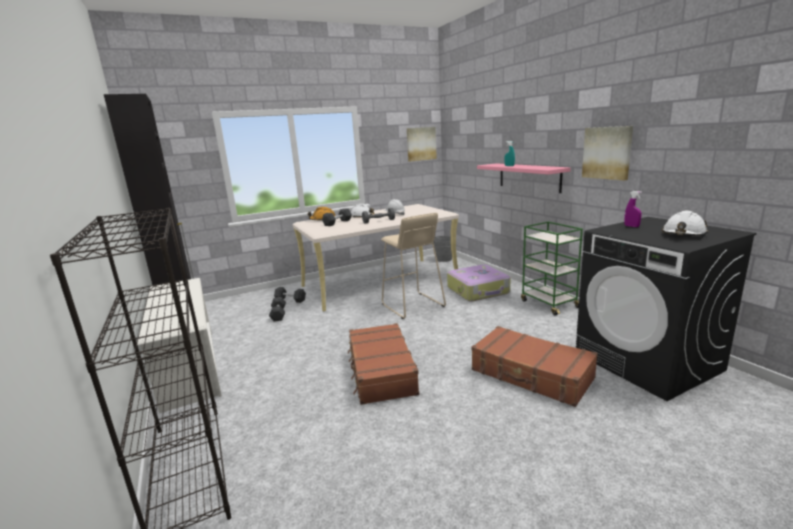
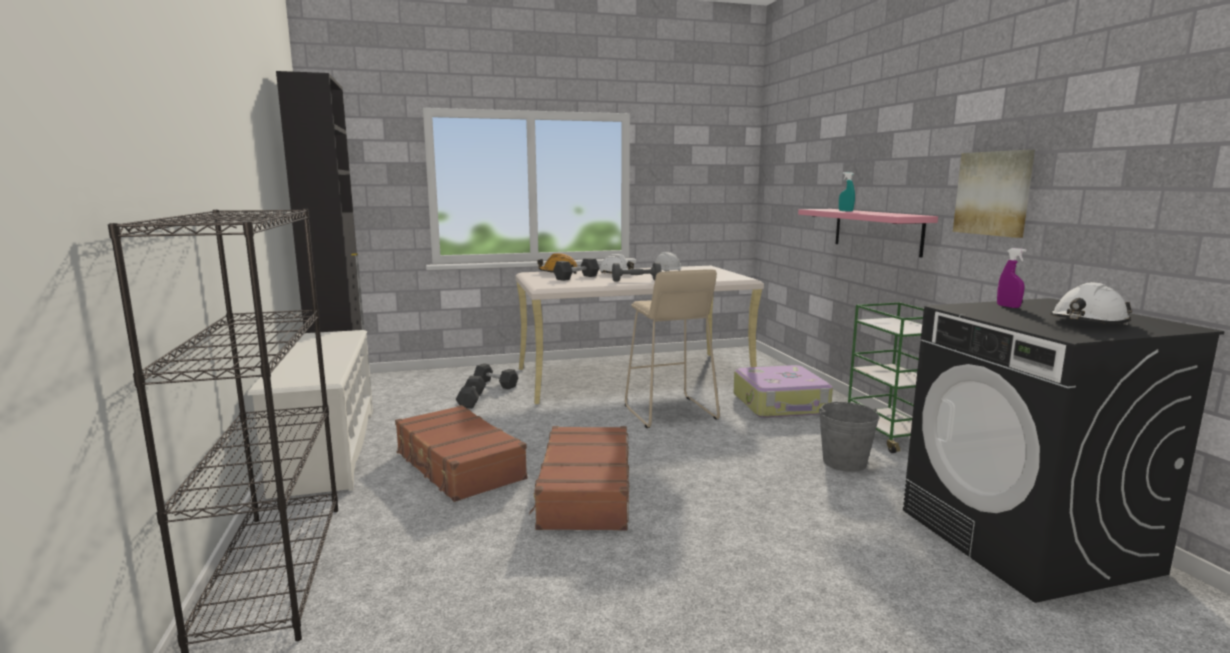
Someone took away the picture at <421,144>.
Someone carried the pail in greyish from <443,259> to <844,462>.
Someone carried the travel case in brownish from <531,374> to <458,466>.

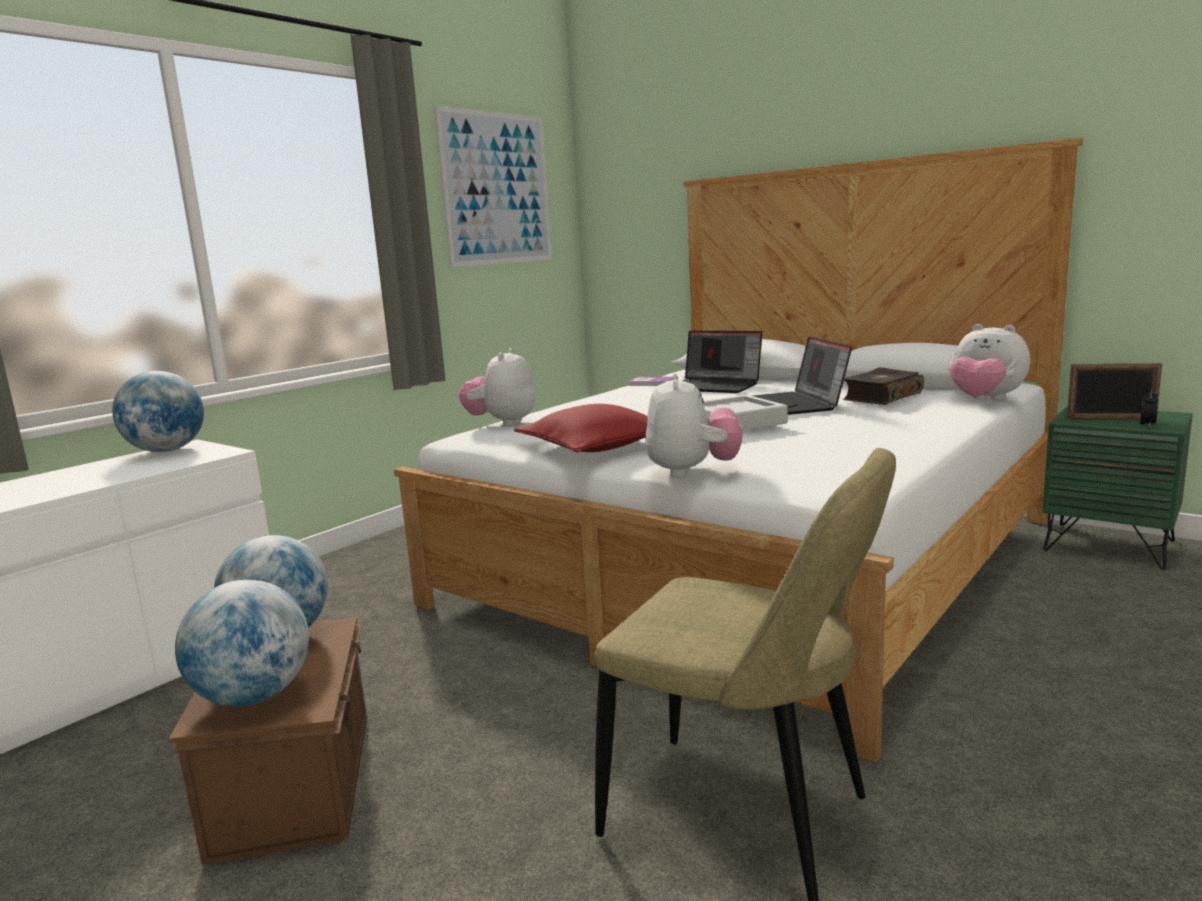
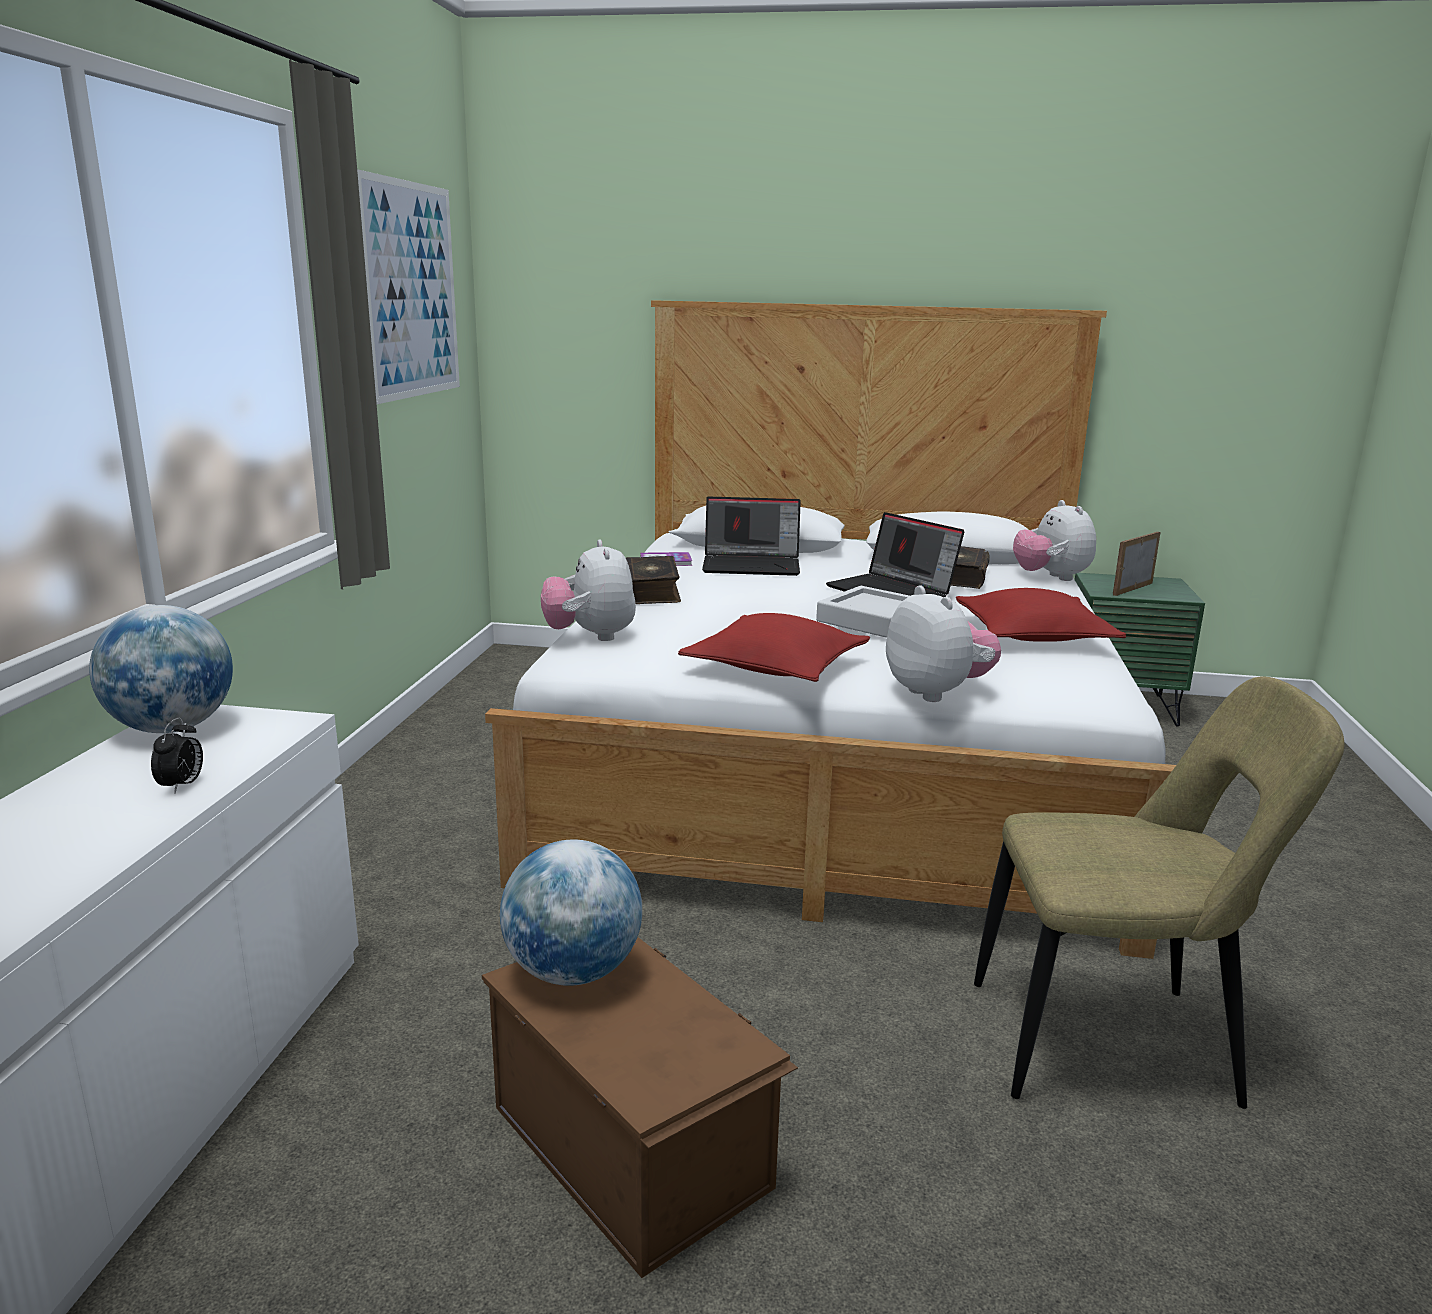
Someone took away the desk globe at <253,697>.
Someone rotated the soft toy at <985,400> by 60 degrees clockwise.
Someone rotated the photo frame at <1110,419> by 150 degrees clockwise.
Someone carried the bedside clock from <1147,425> to <182,786>.
Someone put down the book at <650,592>.
Someone put down the throw pillow in red-coloured at <1033,635>.

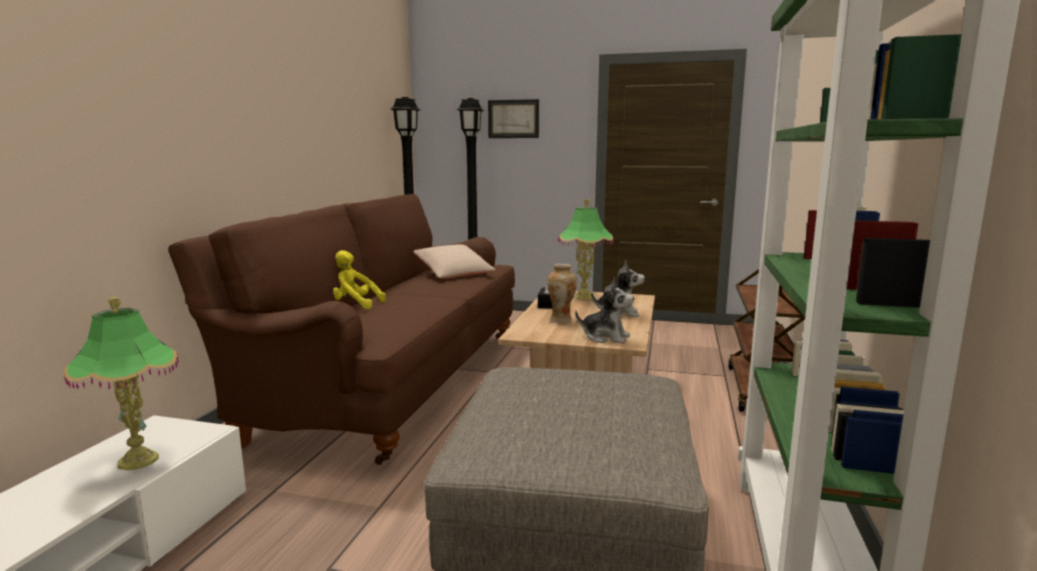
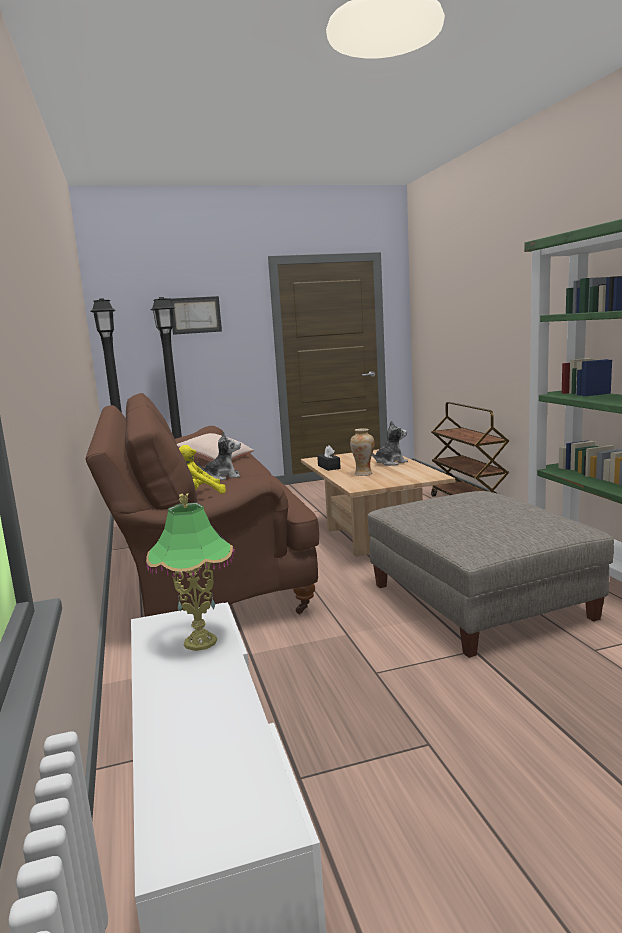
Someone took away the table lamp at <583,297>.
Someone carried the soft toy from <605,337> to <223,477>.

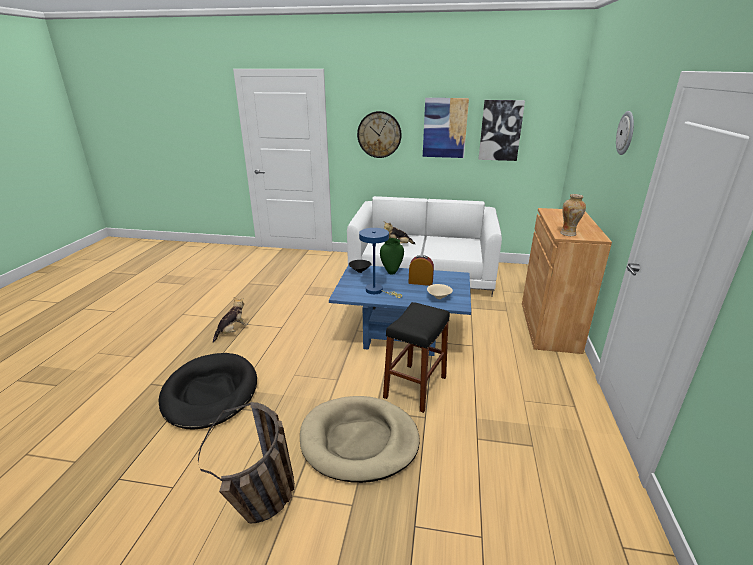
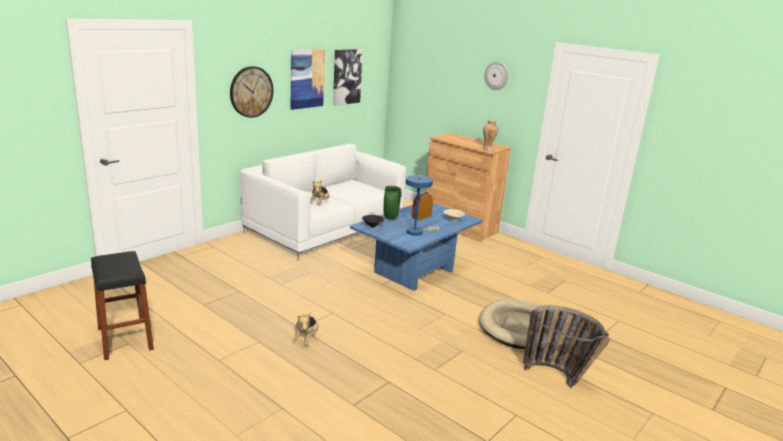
Someone took away the dog bed in blackish at <210,393>.
Someone rotated the soft toy at <232,332> by 150 degrees counterclockwise.
Someone carried the sitting stool in blackish from <415,387> to <125,339>.

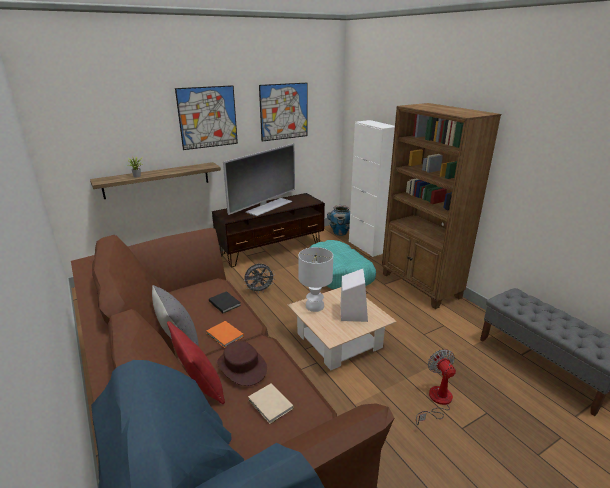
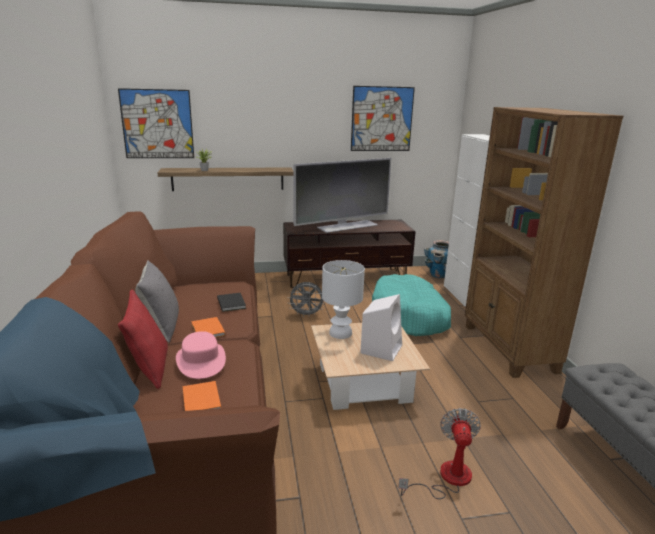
Someone carried the picture from <208,117> to <157,124>.
Someone repainted the clothing hat in brownish at <241,367>, which became the clothing hat in pinkish at <201,361>.
Someone repainted the book in beige-coloured at <270,405>, which became the book in orange at <200,401>.

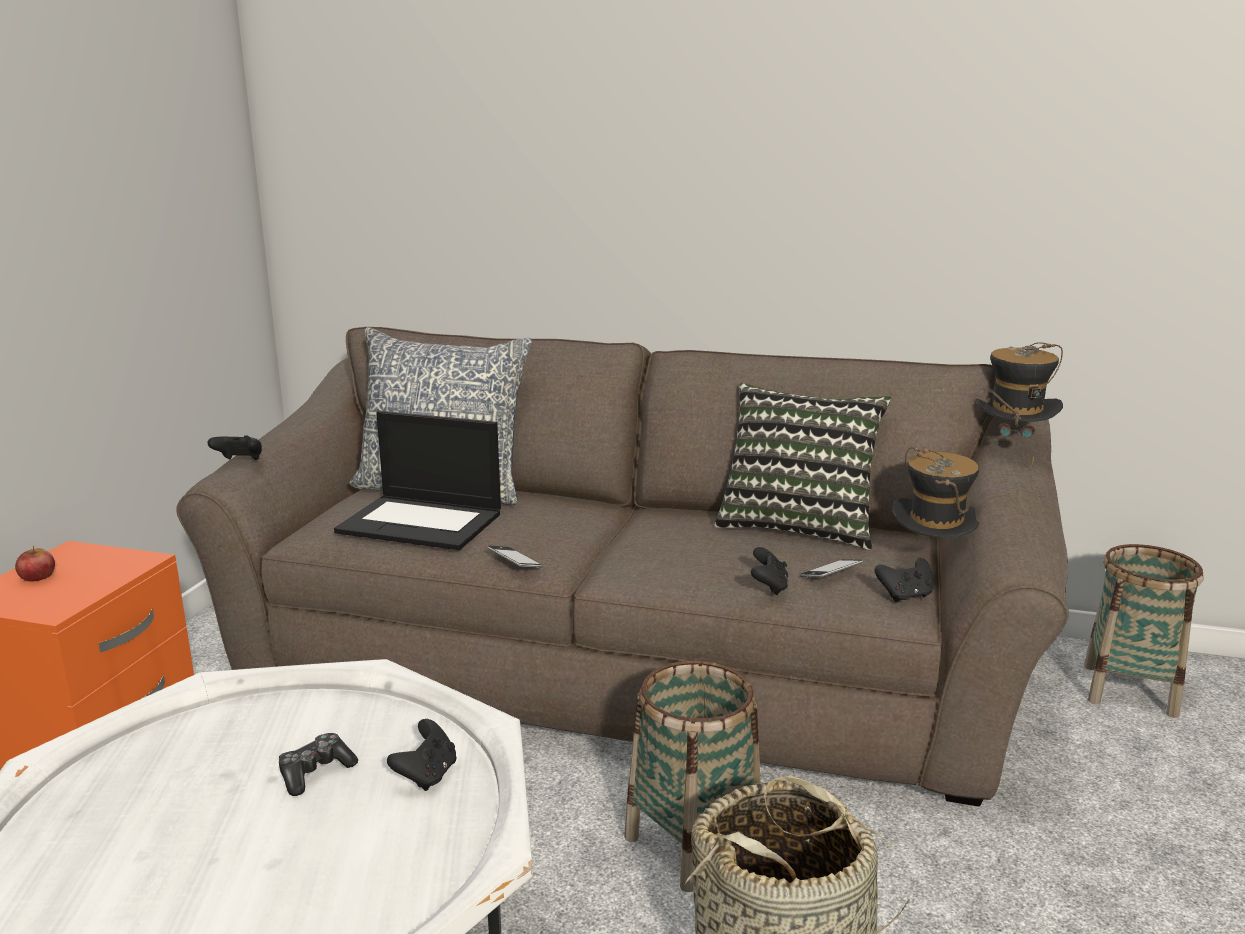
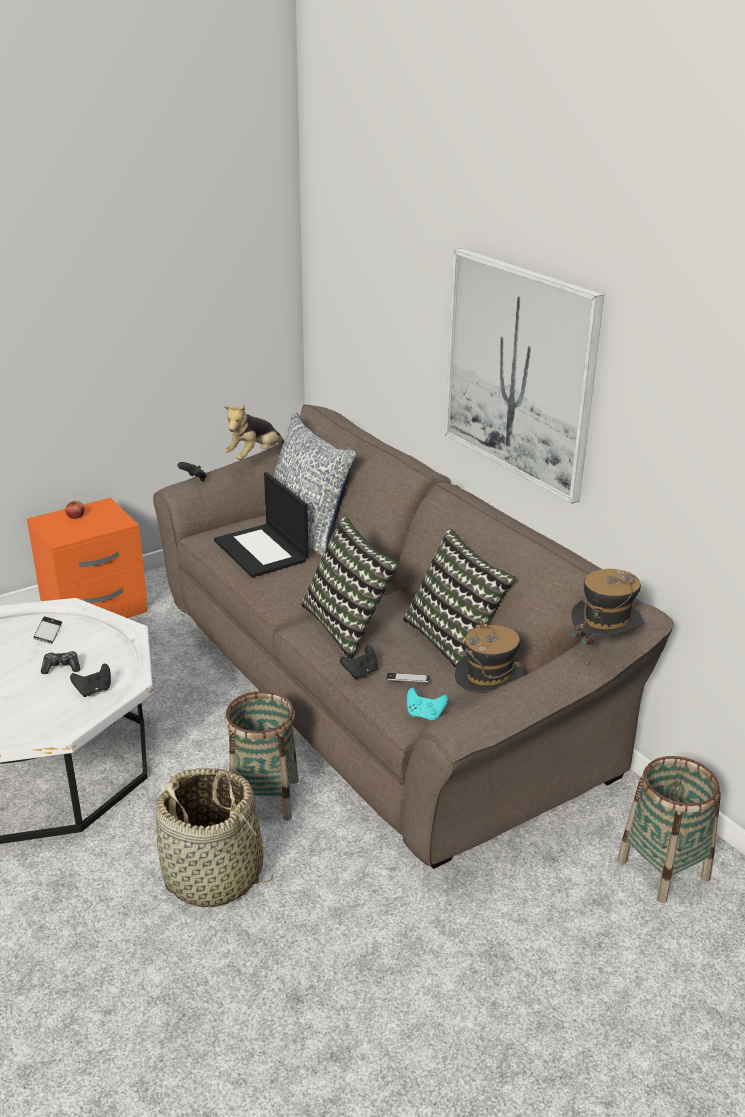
Someone carried the telephone from <514,562> to <48,633>.
Someone repainted the joypad in blackish at <905,596>, which became the joypad in blue-green at <425,715>.
Someone put down the soft toy at <254,456>.
Someone put down the throw pillow at <348,626>.
Someone put up the picture at <519,372>.

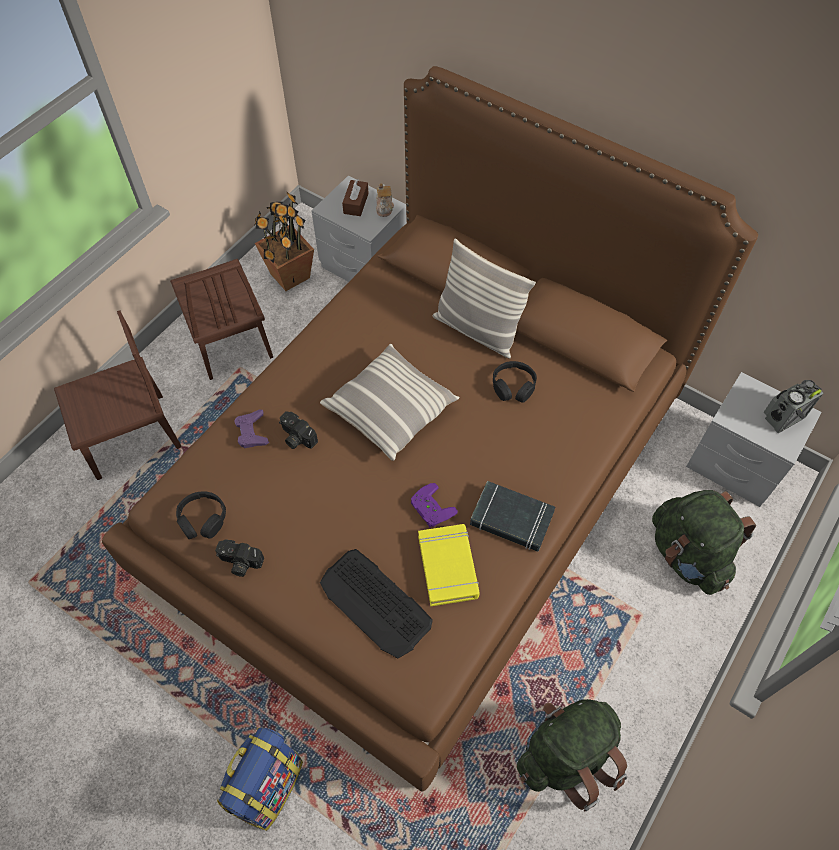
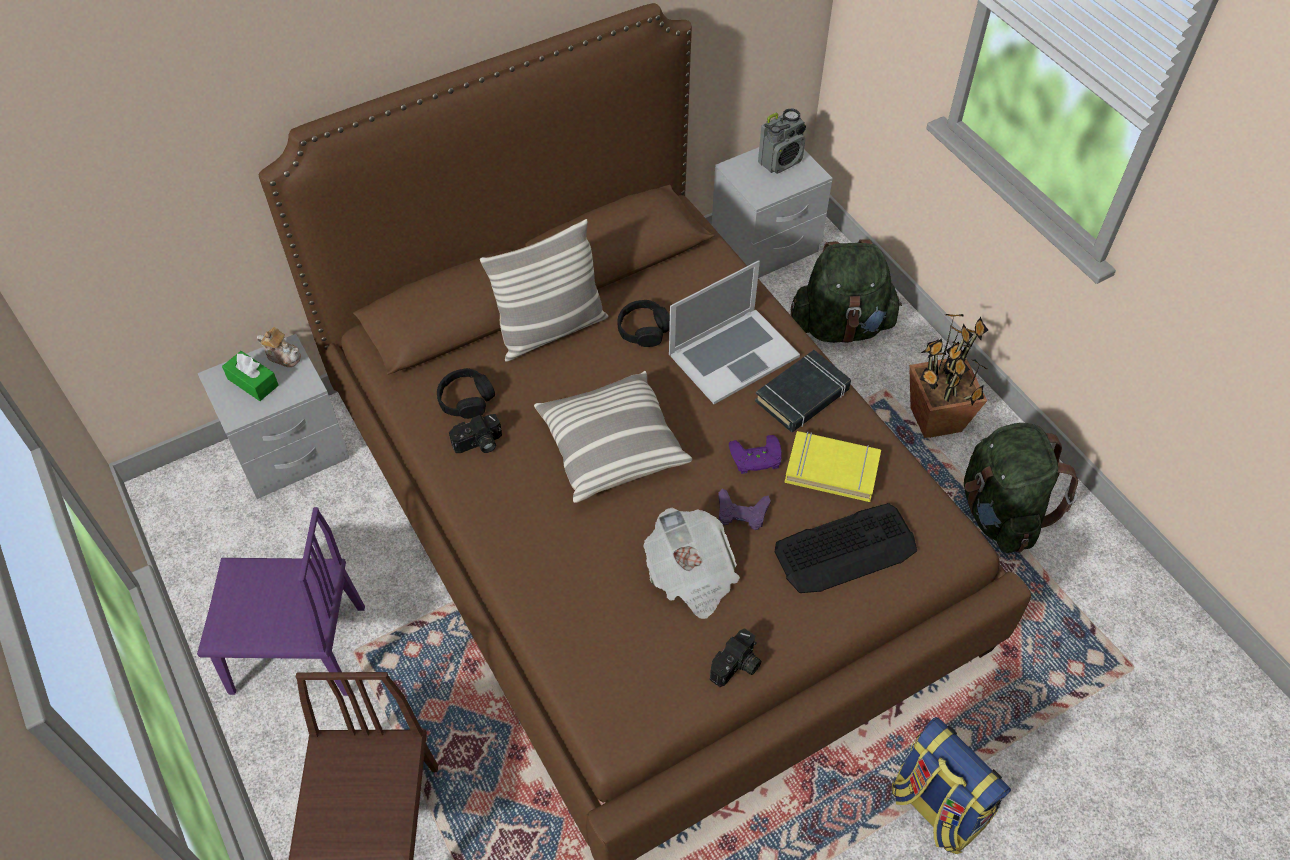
Someone repainted the plain chair in brownish at <229,339>, which became the plain chair in purplish at <298,649>.
Someone carried the headphones in blackish from <202,519> to <466,399>.
Someone carried the joypad in purplish from <252,432> to <742,513>.
Someone carried the houseplant from <289,275> to <935,420>.
Someone carried the photo camera from <296,437> to <479,444>.
Someone repainted the tissue box in brownish at <356,203>, which became the tissue box in green at <253,382>.
Someone rotated the radio receiver at <782,417> by 120 degrees counterclockwise.
Someone put down the daily paper at <691,575>.
Someone put down the portable computer at <733,354>.

